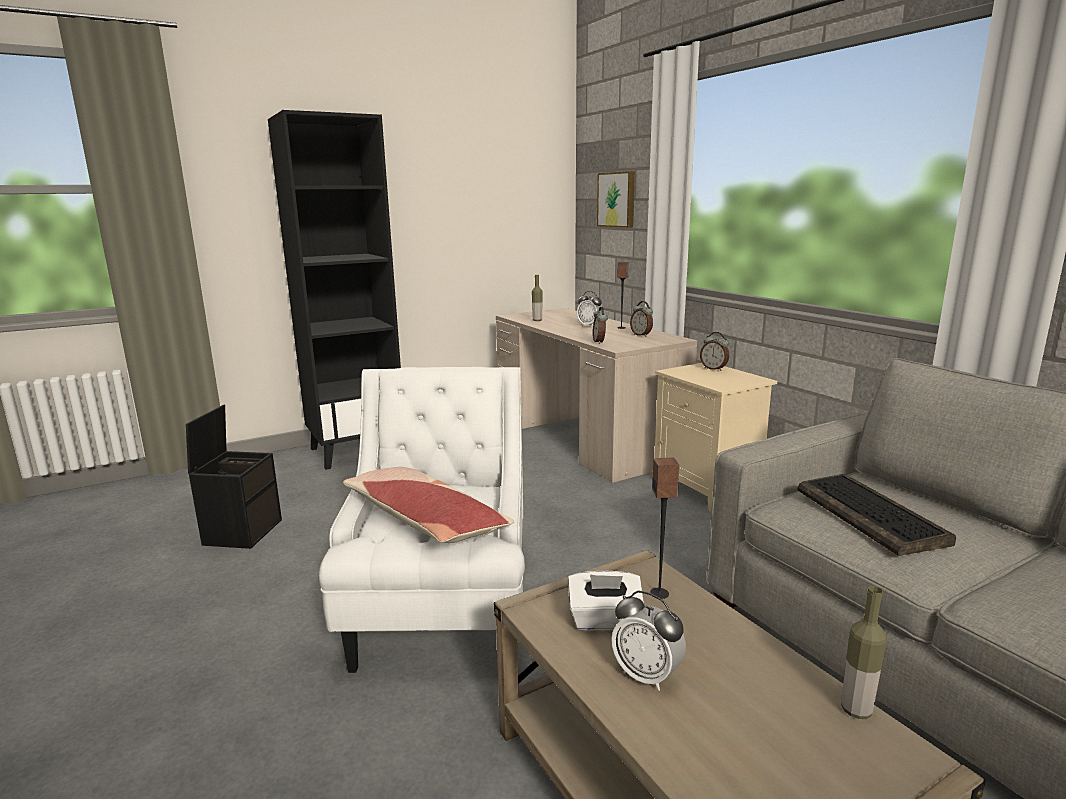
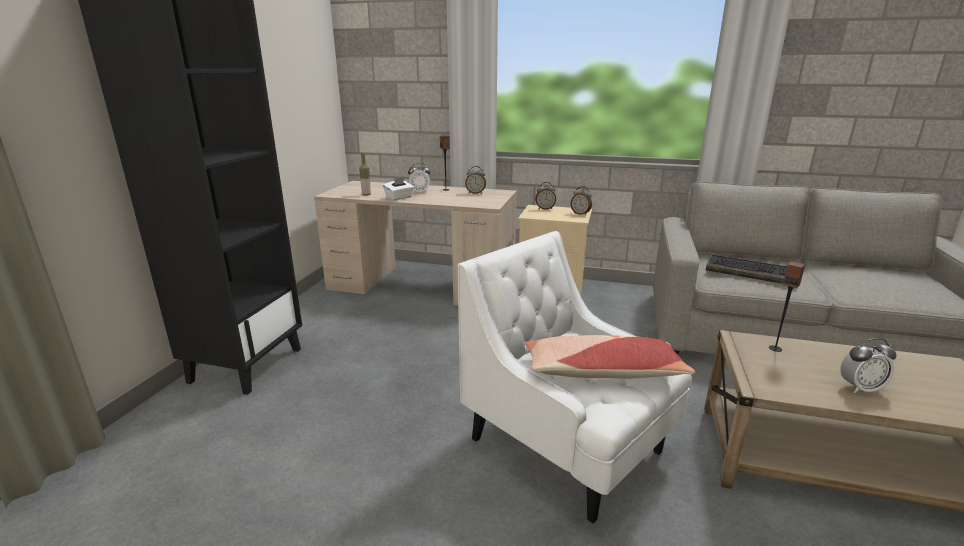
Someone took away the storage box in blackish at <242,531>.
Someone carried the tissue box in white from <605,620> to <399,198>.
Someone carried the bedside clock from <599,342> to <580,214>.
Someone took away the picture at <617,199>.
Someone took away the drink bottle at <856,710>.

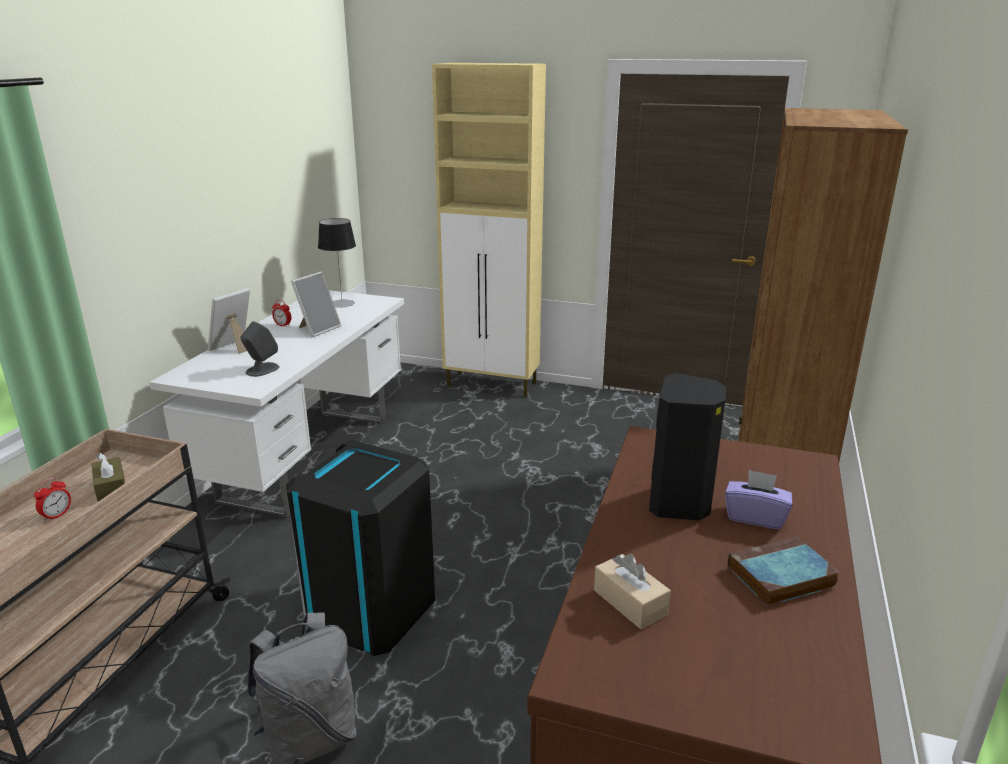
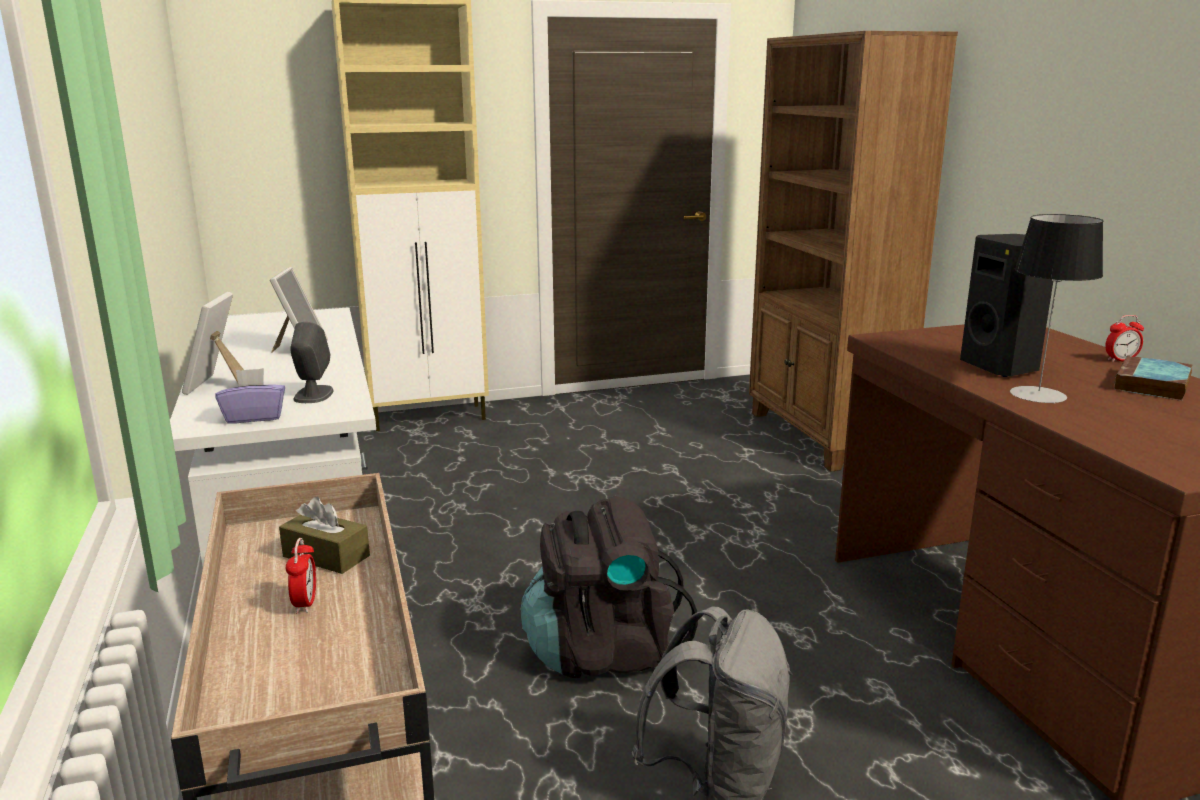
Someone carried the bedside clock from <283,325> to <1120,360>.
Someone swapped the trash can in blackish at <370,609> for the knapsack in blackish at <603,651>.
Someone carried the table lamp from <342,303> to <1038,395>.
Someone took away the tissue box in beige-coloured at <630,602>.
Someone carried the tissue box in purplish from <755,517> to <254,417>.

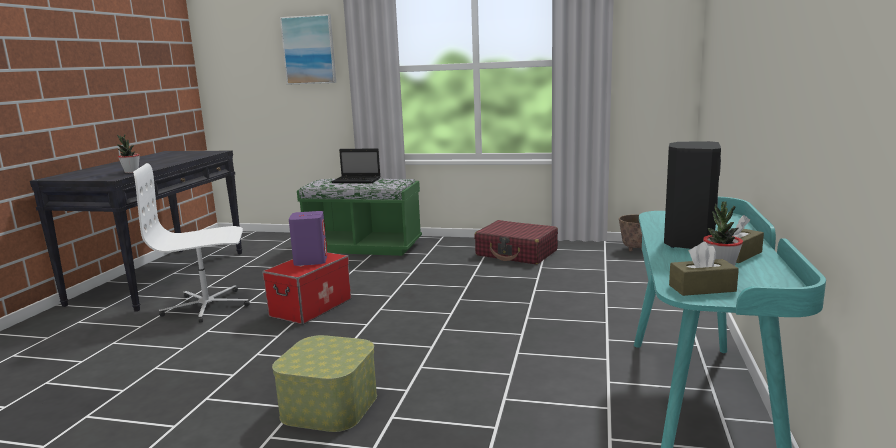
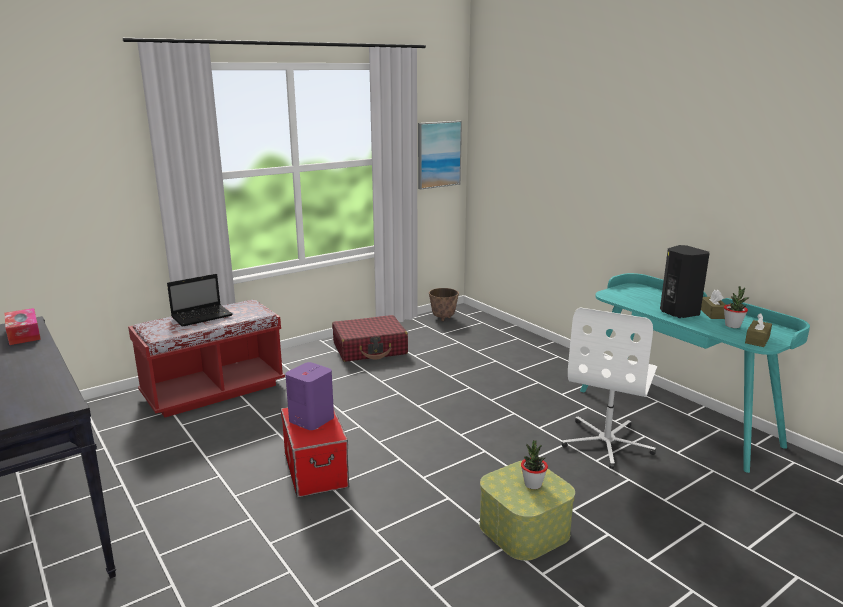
Someone carried the houseplant from <131,172> to <532,484>.
Someone carried the desk chair in white from <207,306> to <607,443>.
Someone carried the picture from <309,50> to <438,154>.
Someone repainted the bench in green at <364,247>, which became the bench in red-coloured at <213,391>.
Someone put down the tissue box at <24,334>.

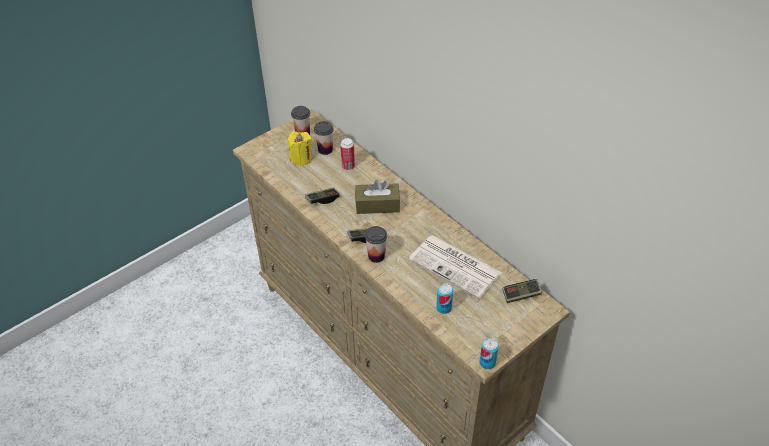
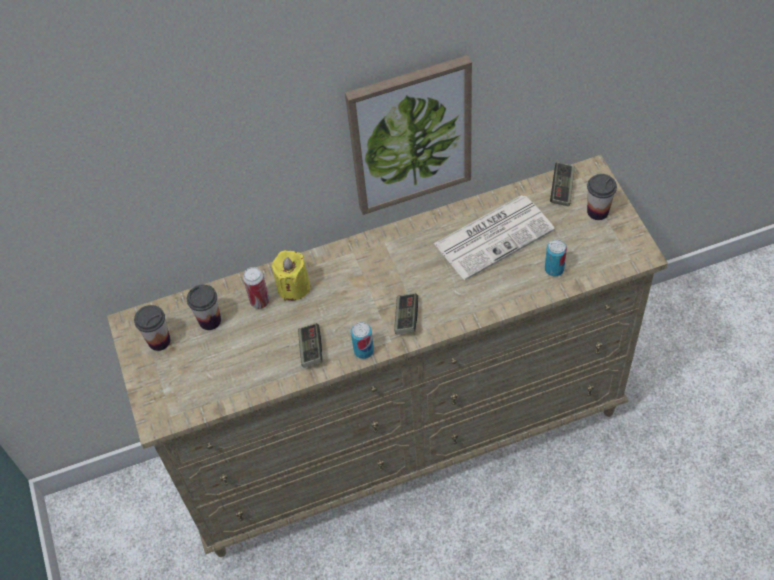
Someone carried the candle in yellow from <301,158> to <293,287>.
Someone took away the tissue box in brownish at <377,205>.
Someone carried the cup from <376,256> to <597,211>.
Someone carried the metal can from <487,363> to <363,350>.
Someone put up the picture at <410,135>.

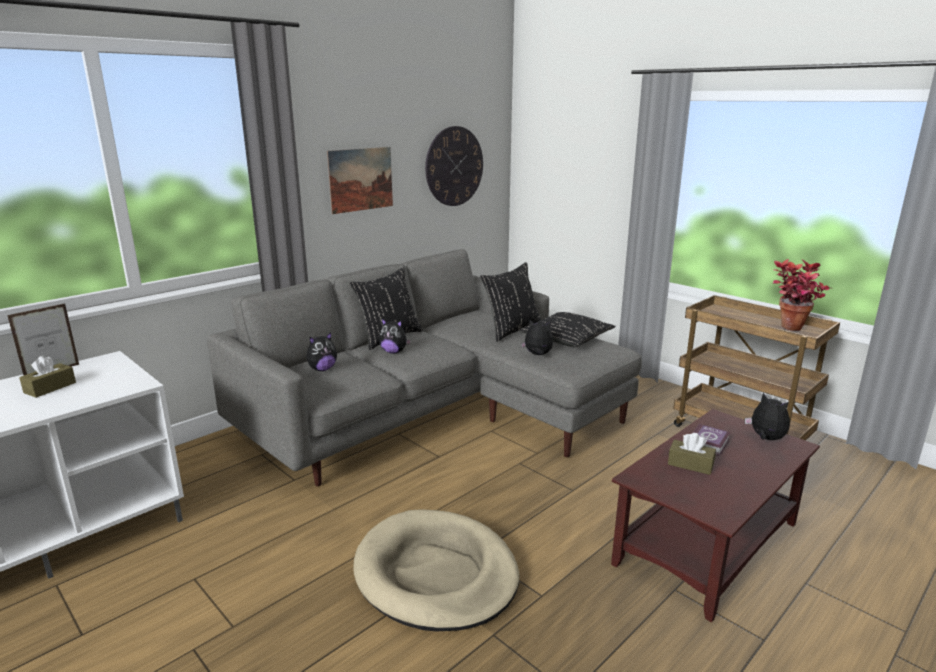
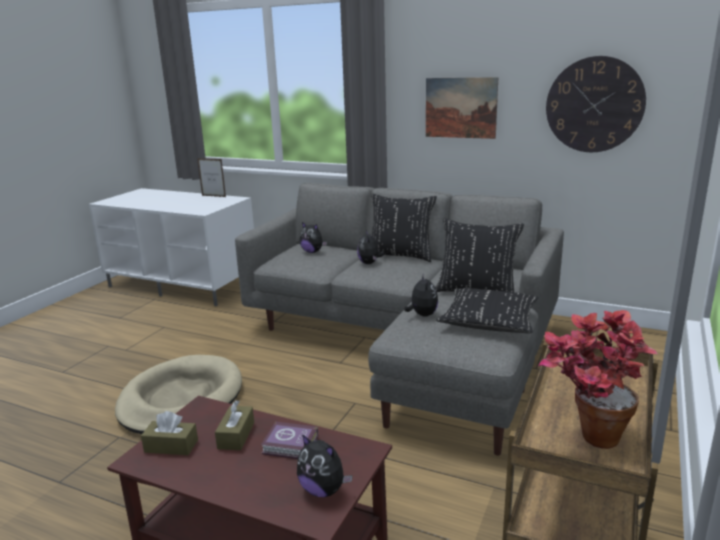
Someone carried the tissue box in brownish from <50,387> to <171,446>.
Someone rotated the soft toy at <765,438> by 90 degrees clockwise.

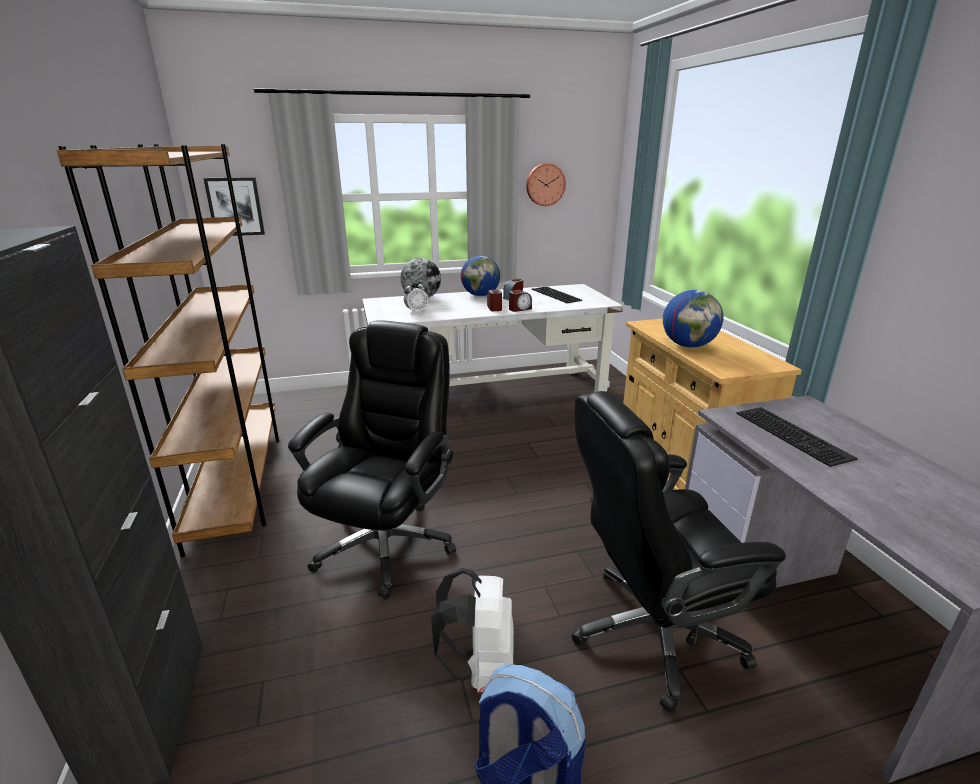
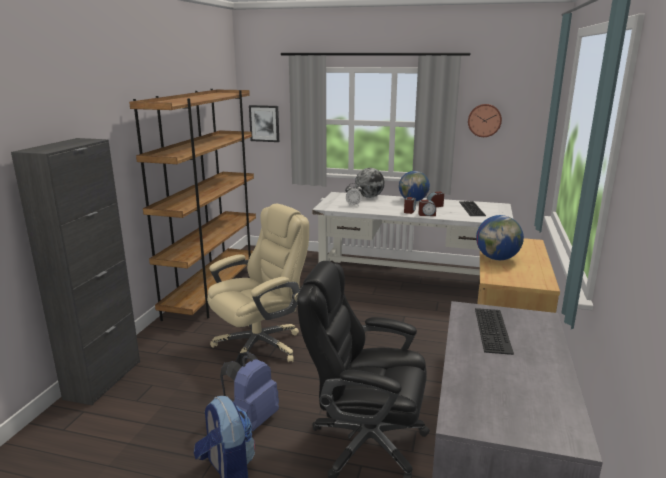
Someone repainted the desk chair in blackish at <386,543>, which became the desk chair in beige-coloured at <260,346>.
Someone repainted the knapsack in white at <481,668>, which became the knapsack in blue-coloured at <252,419>.

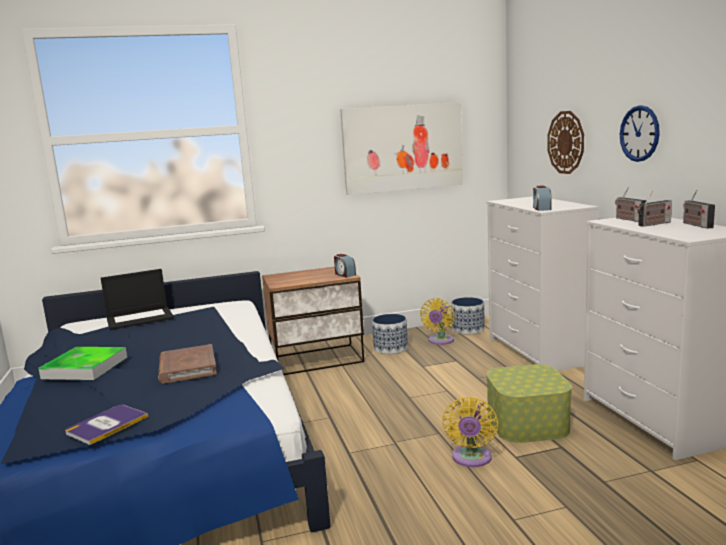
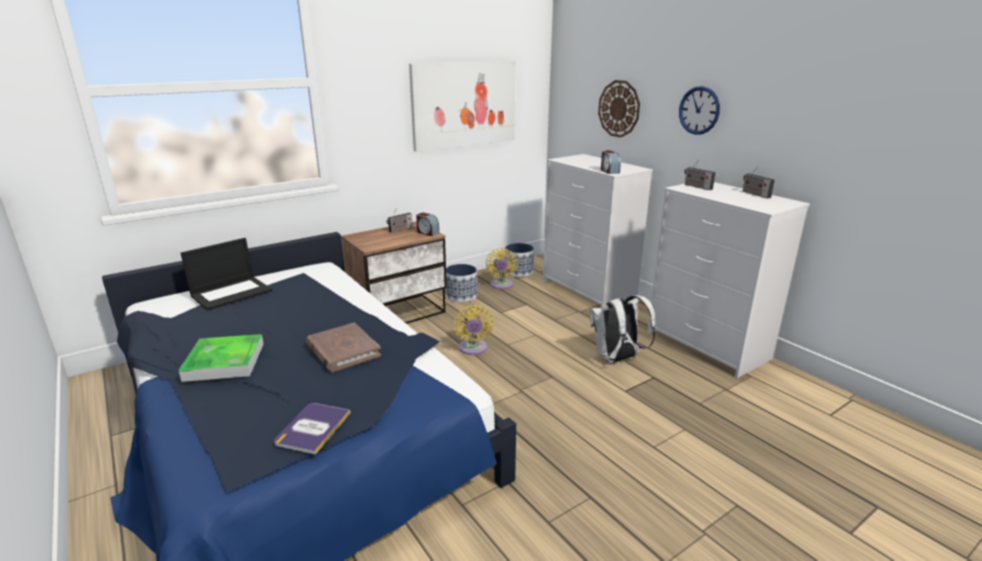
Someone carried the electric fan in yellow from <471,459> to <473,349>.
Someone swapped the storage box at <527,423> for the knapsack in white at <617,359>.
Someone carried the radio receiver from <653,224> to <400,230>.

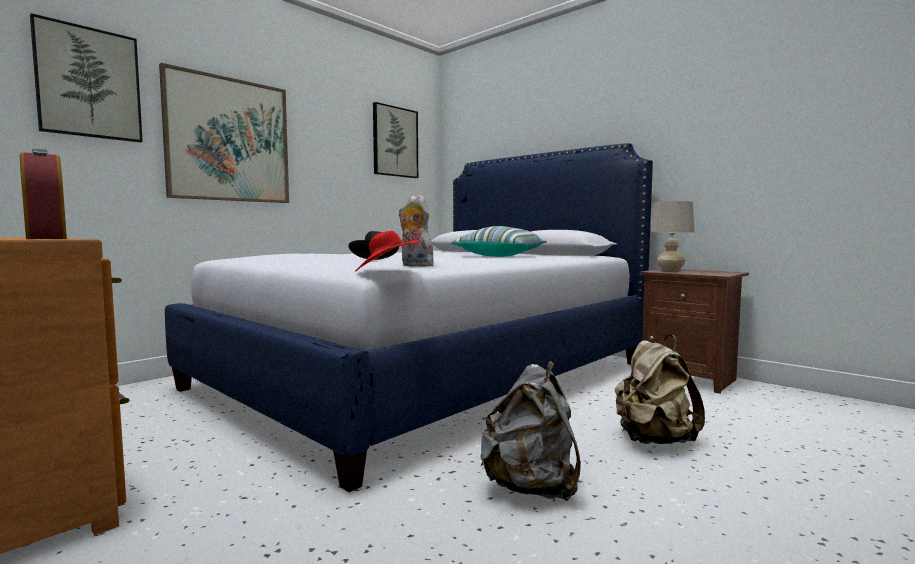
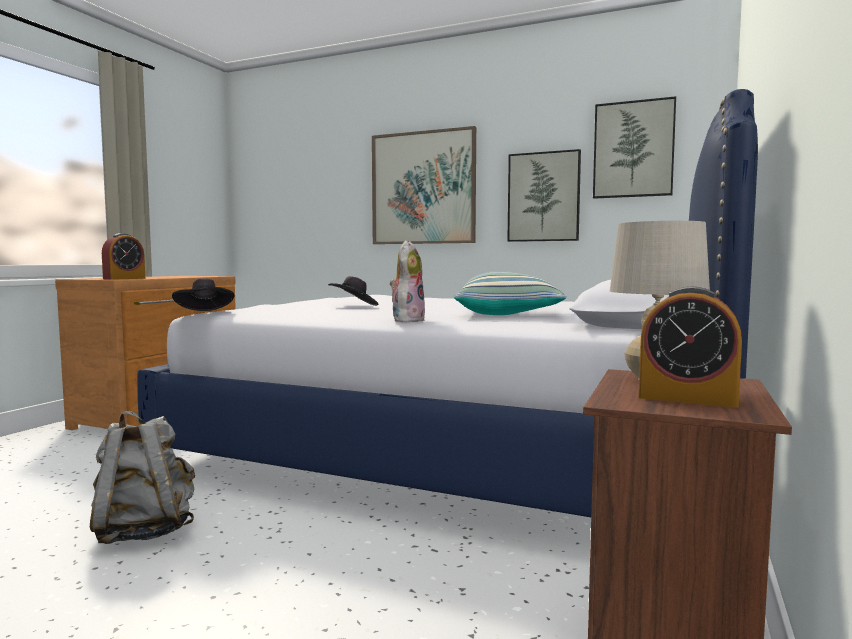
Someone carried the picture from <89,83> to <543,197>.
Someone repainted the clothing hat in red-coloured at <386,271>, which became the clothing hat in blackish at <205,312>.
Someone carried the soft toy from <414,266> to <407,320>.
Someone took away the knapsack in beige-coloured at <653,440>.
Someone put down the bedside clock at <687,398>.

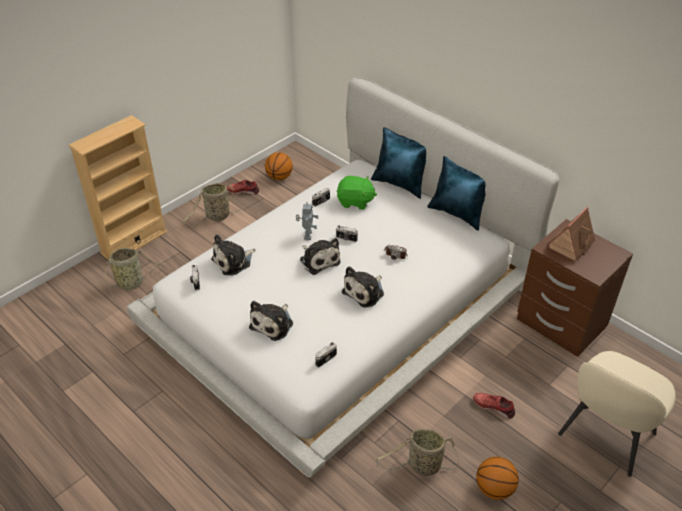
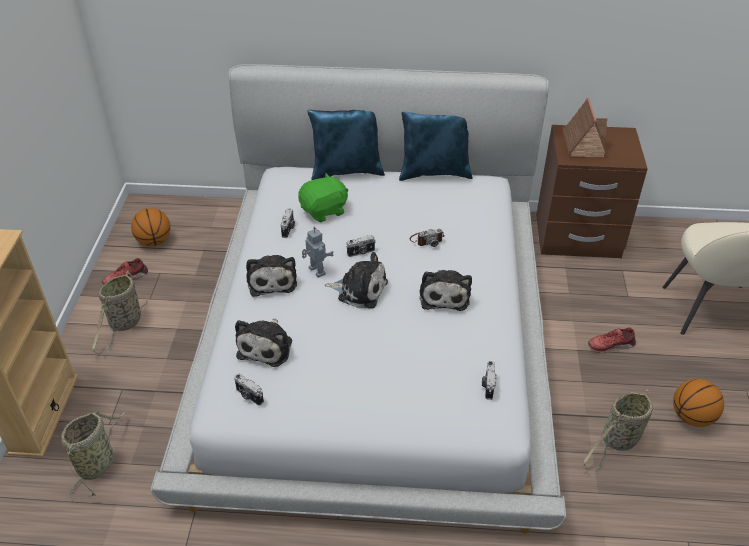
Someone carried the soft toy from <273,324> to <272,280>.

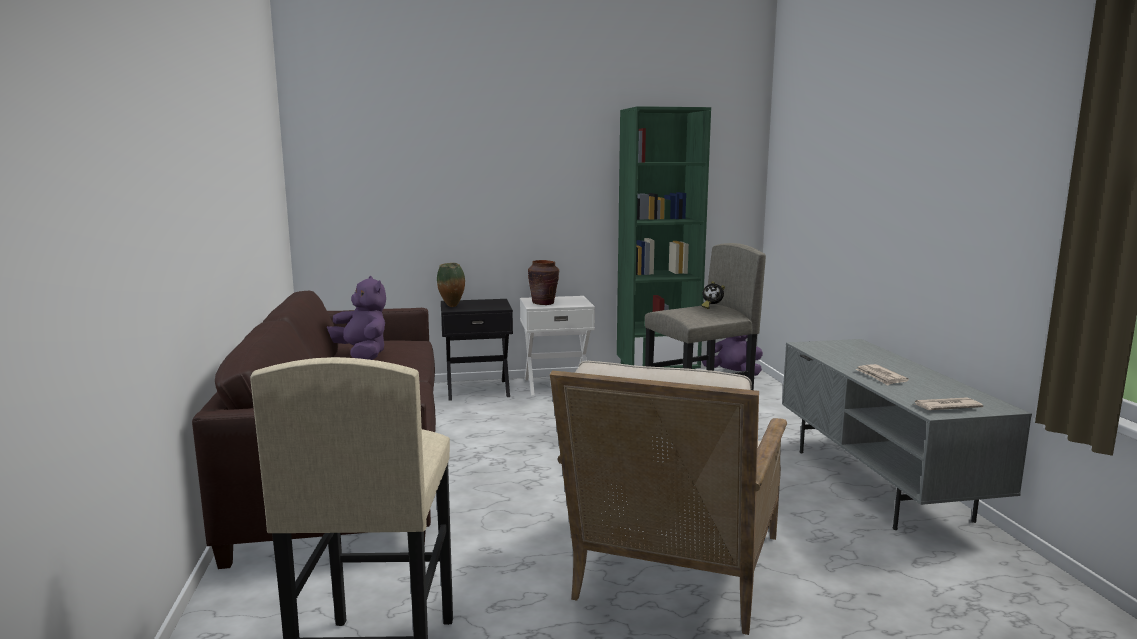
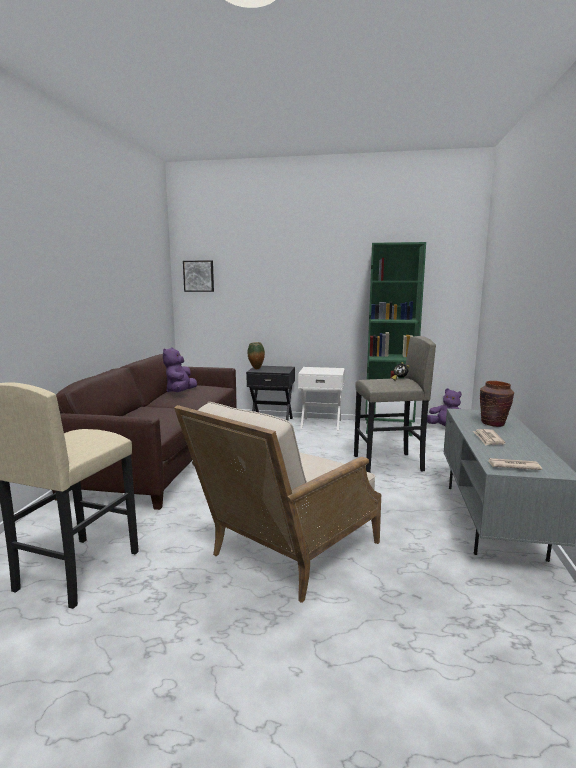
Someone rotated the soft toy in purplish at <362,354> by 150 degrees counterclockwise.
Someone carried the decorative vase in brownish from <543,303> to <493,423>.
Someone put up the picture at <199,276>.

